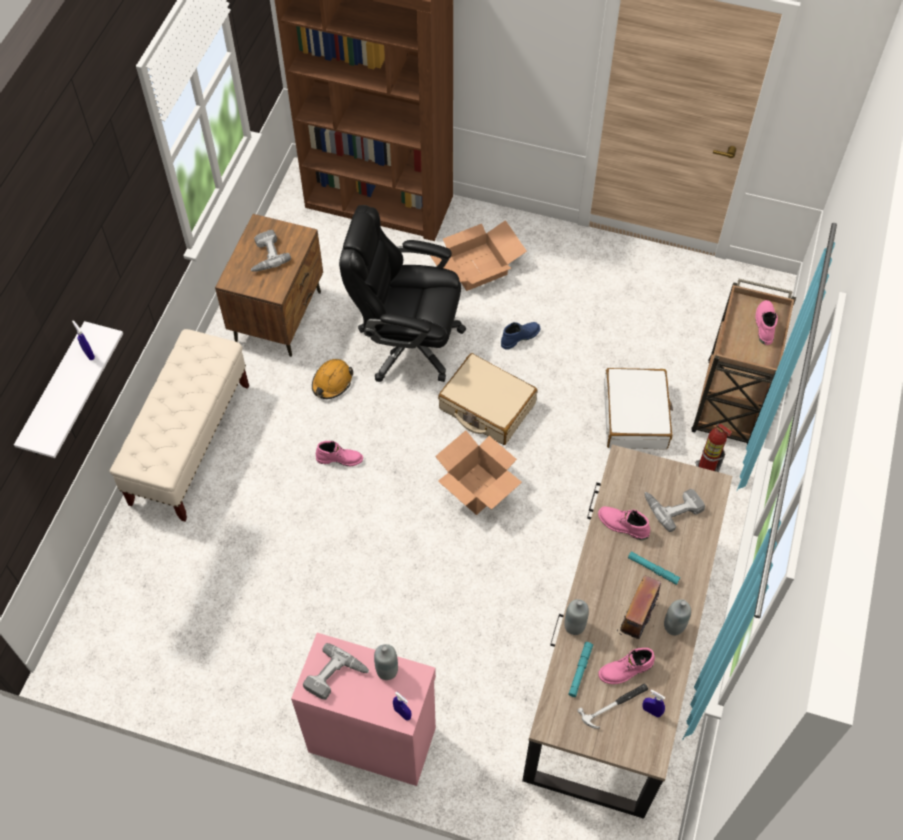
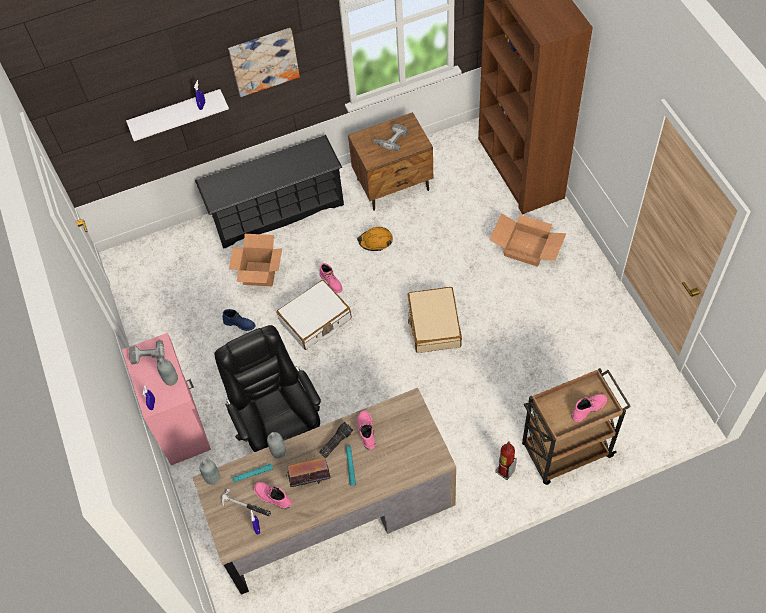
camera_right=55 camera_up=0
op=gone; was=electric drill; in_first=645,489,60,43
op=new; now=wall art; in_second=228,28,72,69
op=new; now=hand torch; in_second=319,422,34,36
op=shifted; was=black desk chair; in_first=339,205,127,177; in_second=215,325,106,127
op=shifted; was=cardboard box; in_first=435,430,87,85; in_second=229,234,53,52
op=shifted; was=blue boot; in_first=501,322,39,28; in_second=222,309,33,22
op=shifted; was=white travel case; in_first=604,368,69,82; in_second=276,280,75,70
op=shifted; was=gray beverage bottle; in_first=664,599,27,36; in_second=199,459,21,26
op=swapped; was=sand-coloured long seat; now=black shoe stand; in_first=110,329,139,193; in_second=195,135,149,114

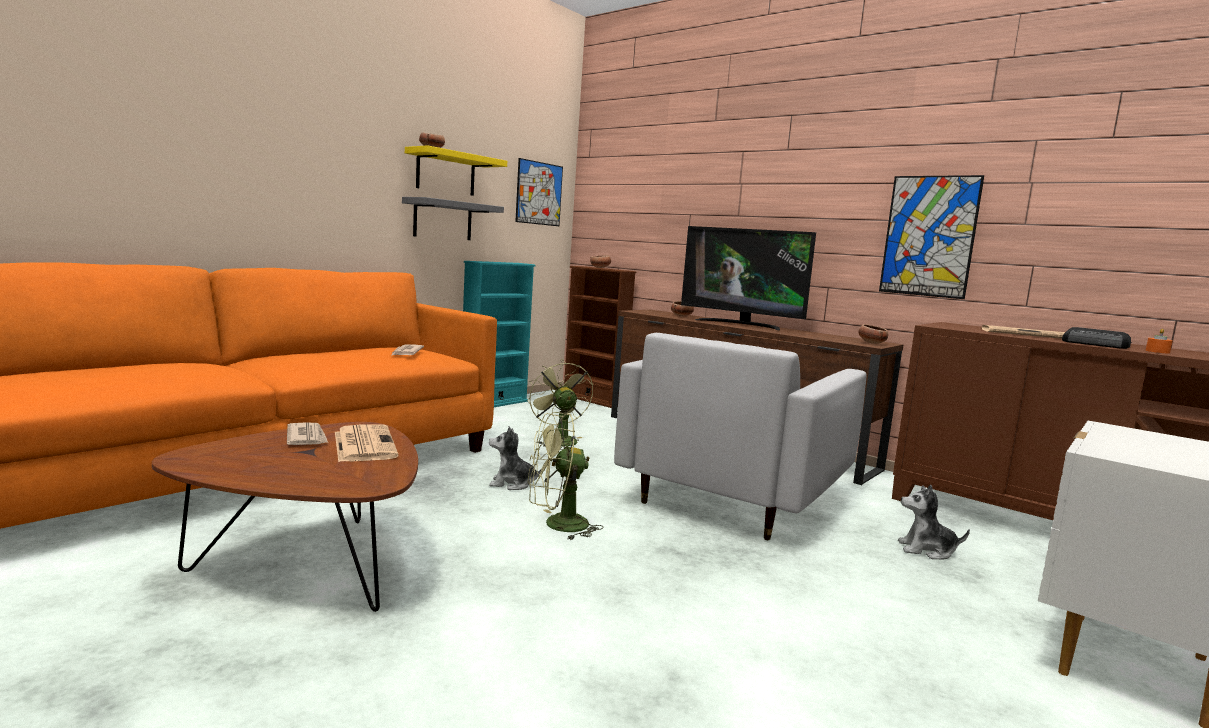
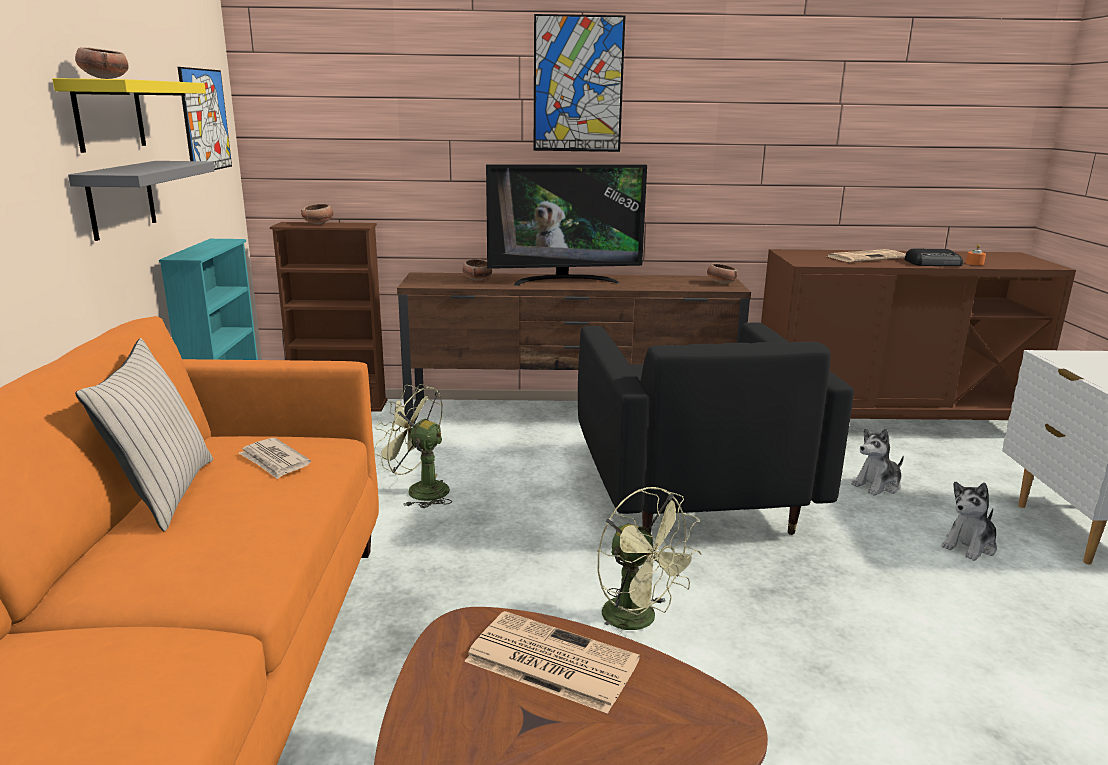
camera_right=-40 camera_up=10
op=gone; was=daily paper; in_first=287,423,41,22
op=new; now=sand-coloured pillow; in_second=75,338,138,193
op=shifted; was=cuddly toy; in_first=489,426,52,64; in_second=941,482,56,79
op=shifted; was=wall art; in_first=879,175,105,124; in_second=534,14,91,138
op=repainted; was=white armchair; now=black armchair; in_first=614,333,253,207; in_second=578,322,276,213
op=rotated; was=green-coloured electric fan; in_first=528,412,76,128; in_second=597,487,104,148; clockwise=-75

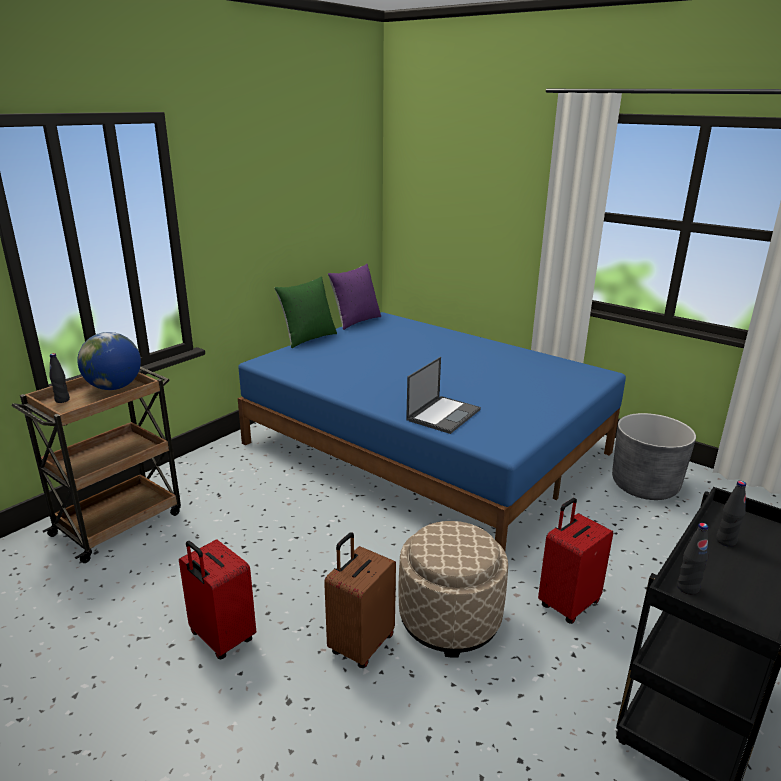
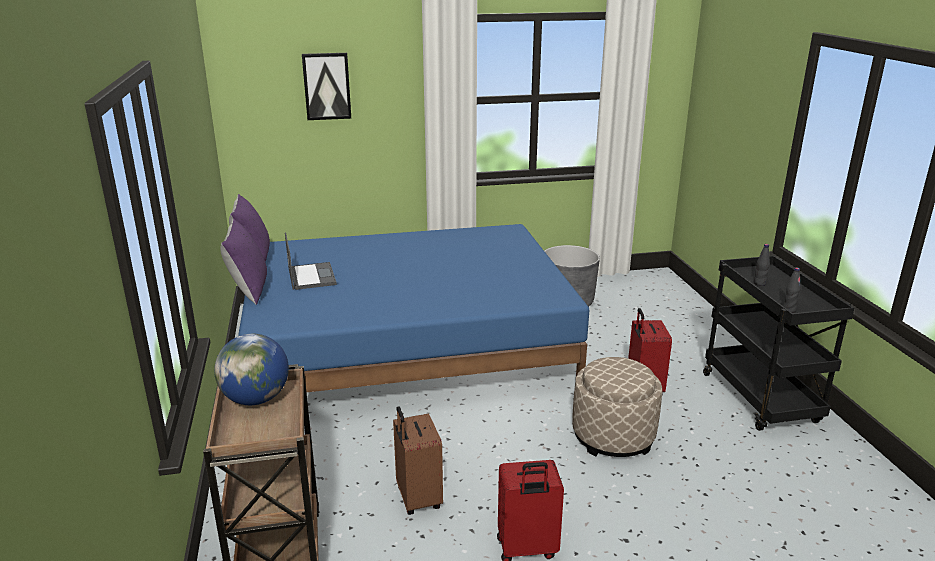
camera_right=-50 camera_up=0
op=gone; was=black beverage bottle; in_first=49,353,21,50
op=new; now=wall art; in_second=302,53,49,67
op=shifted; was=brown-coloured travel case; in_first=324,532,72,136; in_second=393,406,50,109
op=shifted; was=notebook computer; in_first=406,357,75,77; in_second=285,232,52,58
op=repainted; was=green-coloured pillow; now=purple-coloured pillow; in_first=274,276,63,72; in_second=220,219,47,86

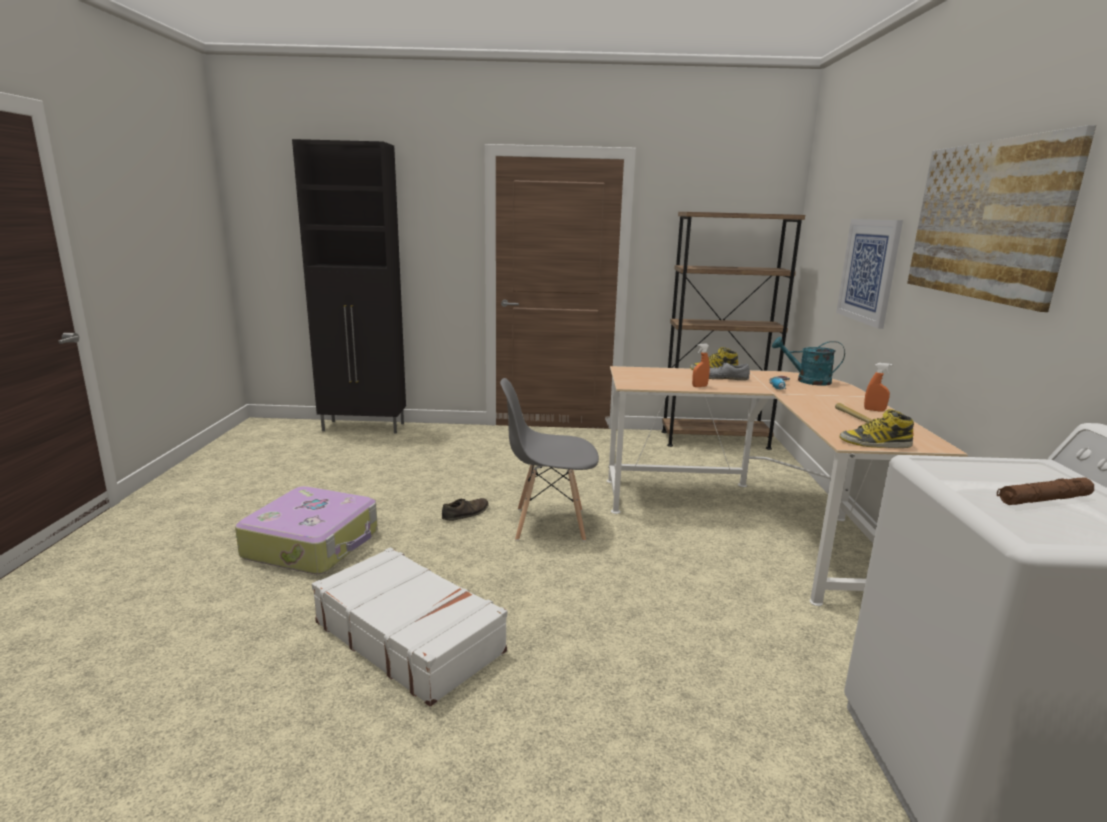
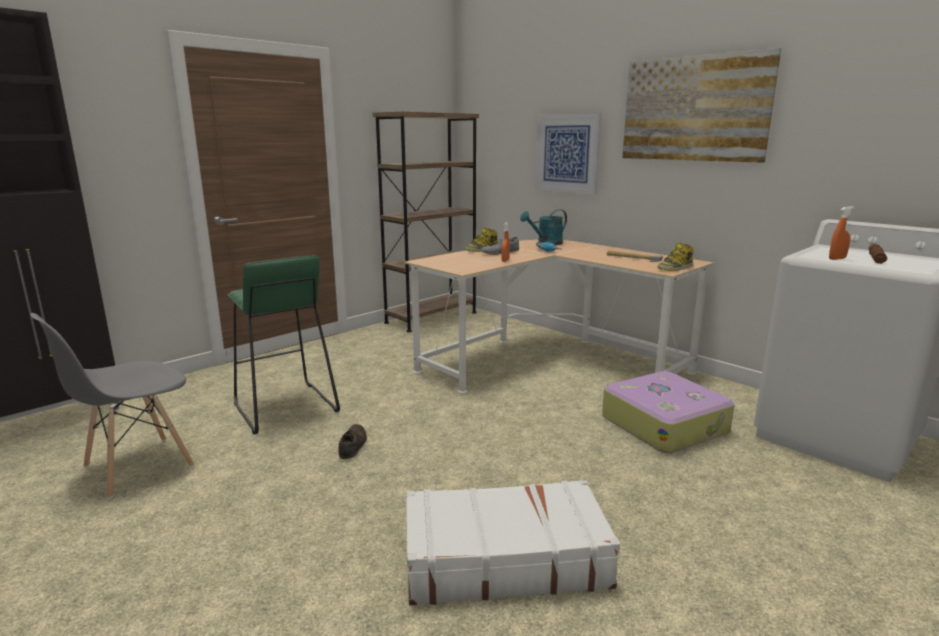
camera_right=-45 camera_up=0
op=new; now=green-coloured stool seat; in_second=228,255,112,179
op=shifted; was=travel case; in_first=235,486,143,88; in_second=602,371,133,82
op=shifted; was=gray upright chair; in_first=500,378,99,163; in_second=30,313,164,185
op=shifted; was=orangey sprayer; in_first=864,363,28,49; in_second=829,206,25,54

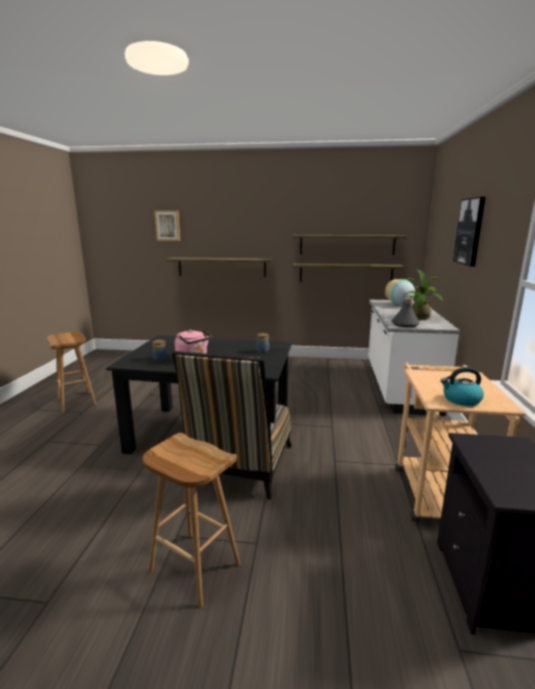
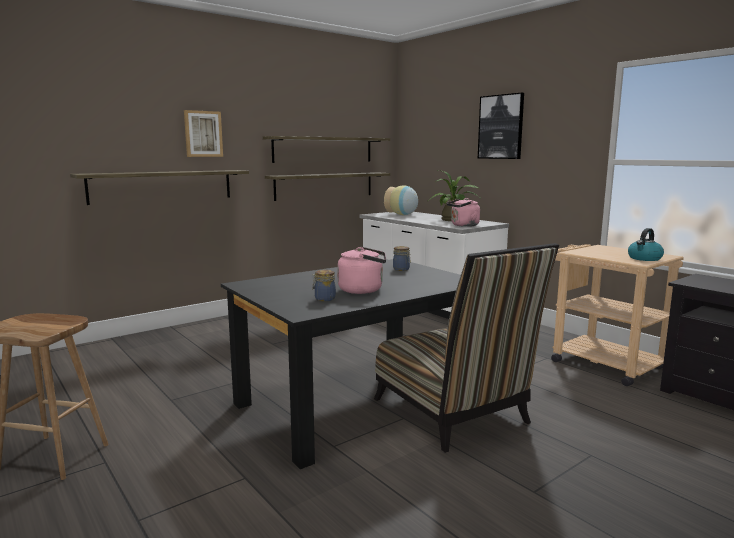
camera_right=-45 camera_up=-5
op=gone; was=brown-coloured stool seat; in_first=143,433,97,175
op=shifted; was=wall art; in_first=154,210,26,31; in_second=184,110,39,47
op=swapped; was=gray beverage bottle; now=pink-coloured tea kettle; in_first=392,298,28,29; in_second=447,198,33,29

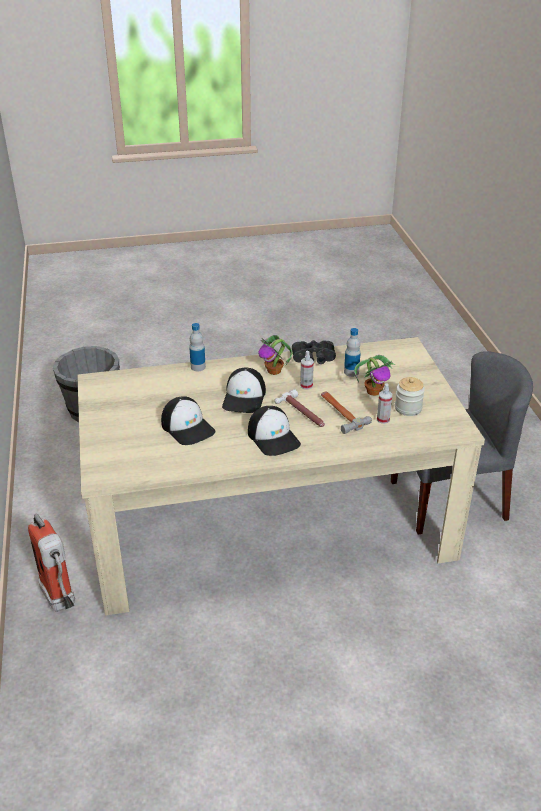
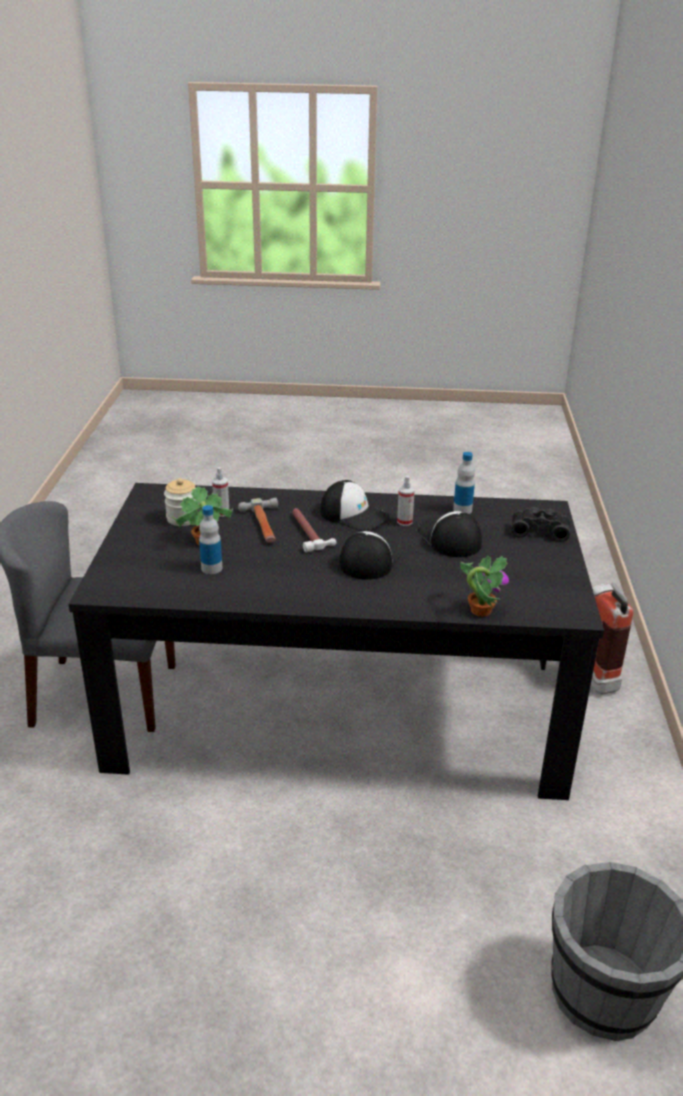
camera_right=-165 camera_up=-5
op=shifted; was=beverage bottle; in_first=189,323,17,48; in_second=453,452,22,62
op=shifted; was=houseplant; in_first=258,335,34,40; in_second=461,556,48,61
op=shifted; was=black binoculars; in_first=292,340,44,24; in_second=511,507,59,35
op=shifted; was=sprayer; in_first=300,351,14,39; in_second=397,476,18,50
op=repainted; was=sand-coloured dining table; now=black dining table; in_first=77,337,408,279; in_second=68,483,536,317
op=rotated; was=baseball cap; in_first=248,406,53,50; in_second=320,480,69,51; clockwise=135

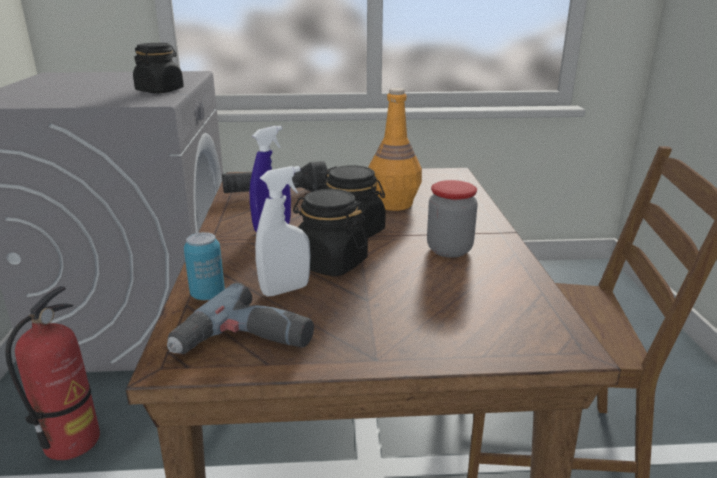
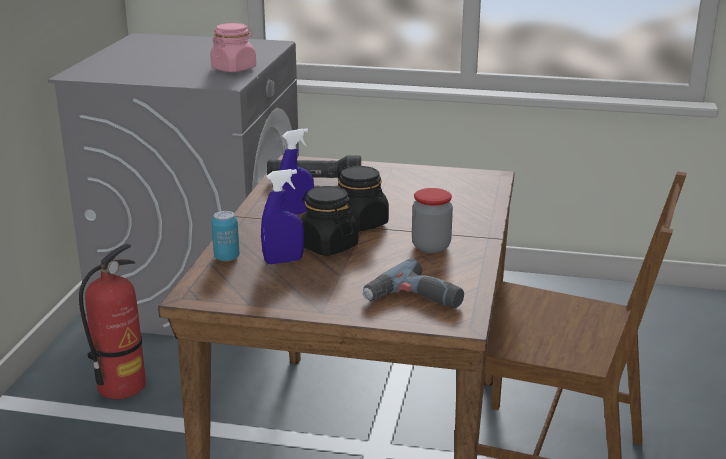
camera_right=15 camera_up=0
op=gone; was=orangey beverage bottle; in_first=368,88,54,123
op=shifted; was=electric drill; in_first=167,283,147,71; in_second=363,258,101,50
op=repainted; was=black storage jar; now=pink-coloured storage jar; in_first=133,43,51,50; in_second=210,23,46,49
op=repainted; was=white sprayer; now=blue sprayer; in_first=255,166,56,130; in_second=261,169,43,95

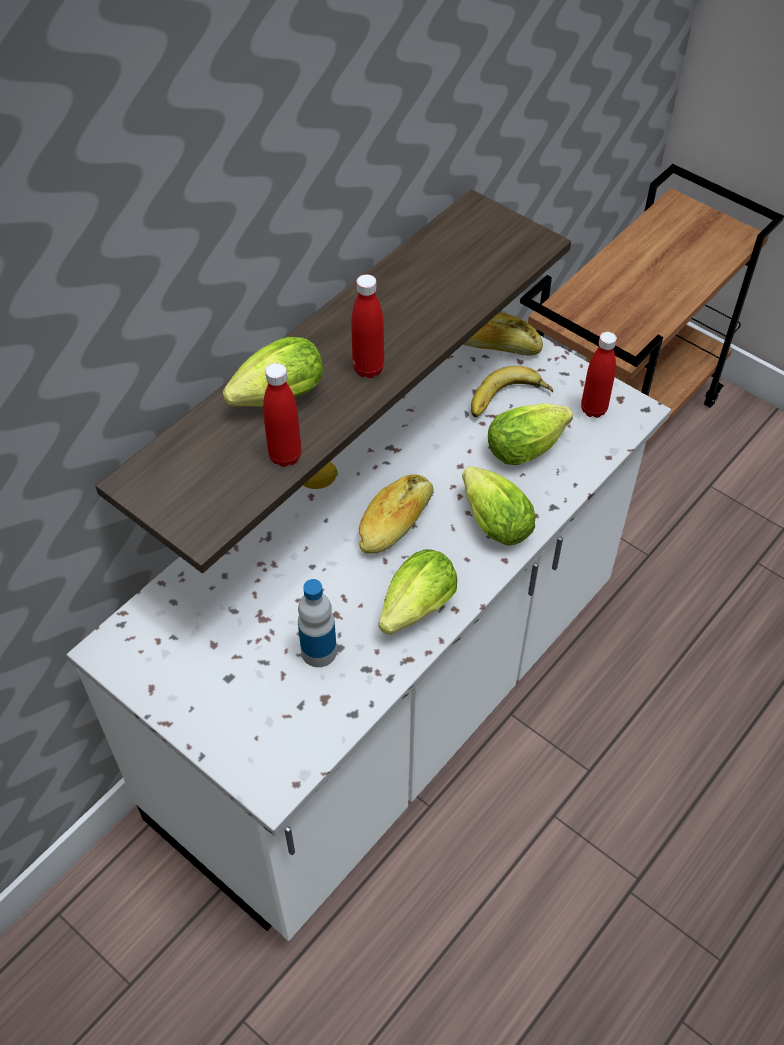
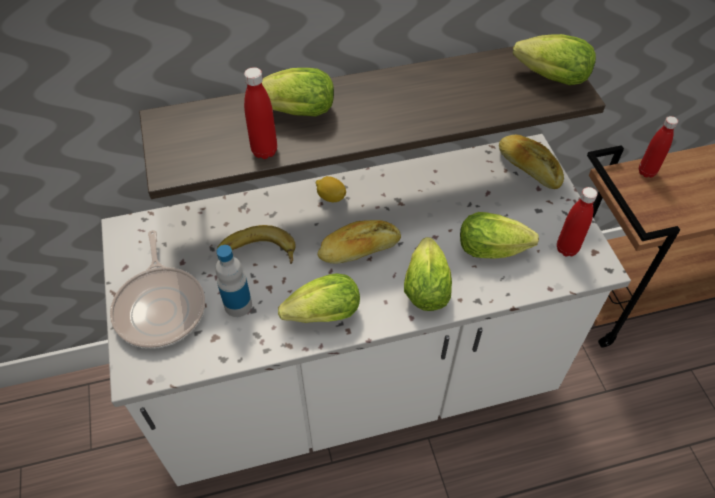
camera_right=35 camera_up=0
op=new; now=skillet; in_second=110,230,95,119
op=new; now=lettuce; in_second=513,34,83,51
op=shifted; was=red beverage bottle; in_first=351,274,33,104; in_second=639,116,39,62
op=shifted; was=banana fruit; in_first=471,366,82,51; in_second=217,225,79,39

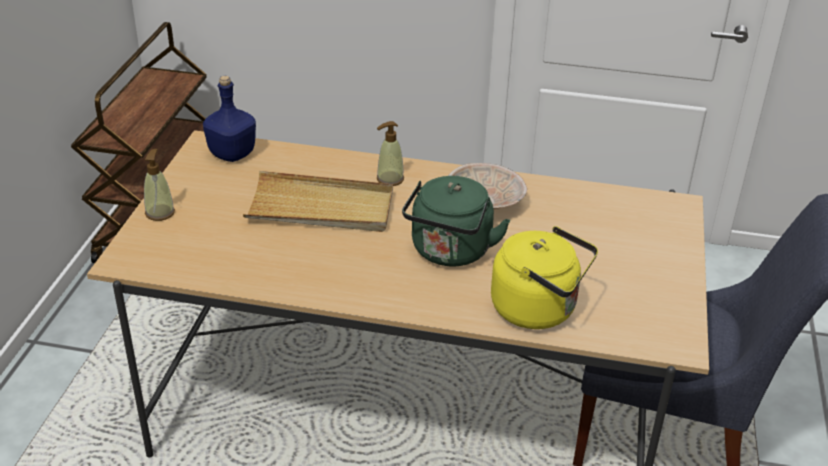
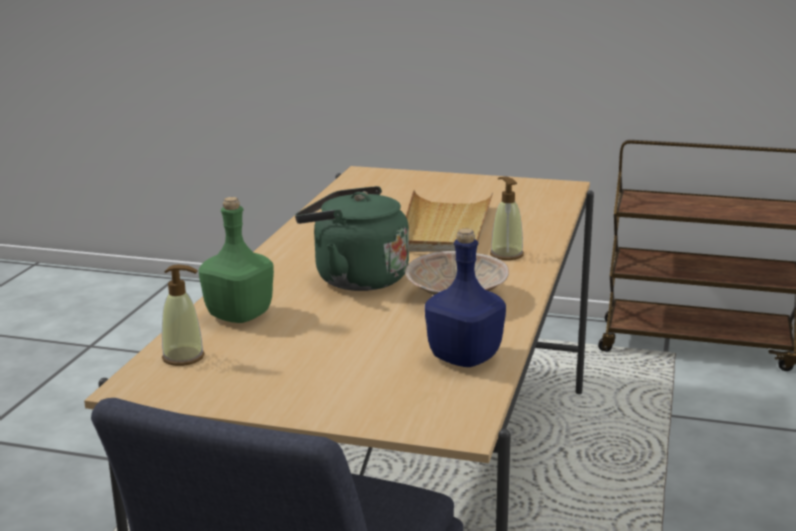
camera_right=95 camera_up=-15
op=shifted; was=liquid soap bottle; in_first=144,149,31,72; in_second=162,264,42,102
op=shifted; was=blue beverage bottle; in_first=203,76,53,86; in_second=425,229,81,138
op=swapped; was=yellowish tea kettle; now=green-coloured beverage bottle; in_first=491,226,107,103; in_second=199,197,75,126

